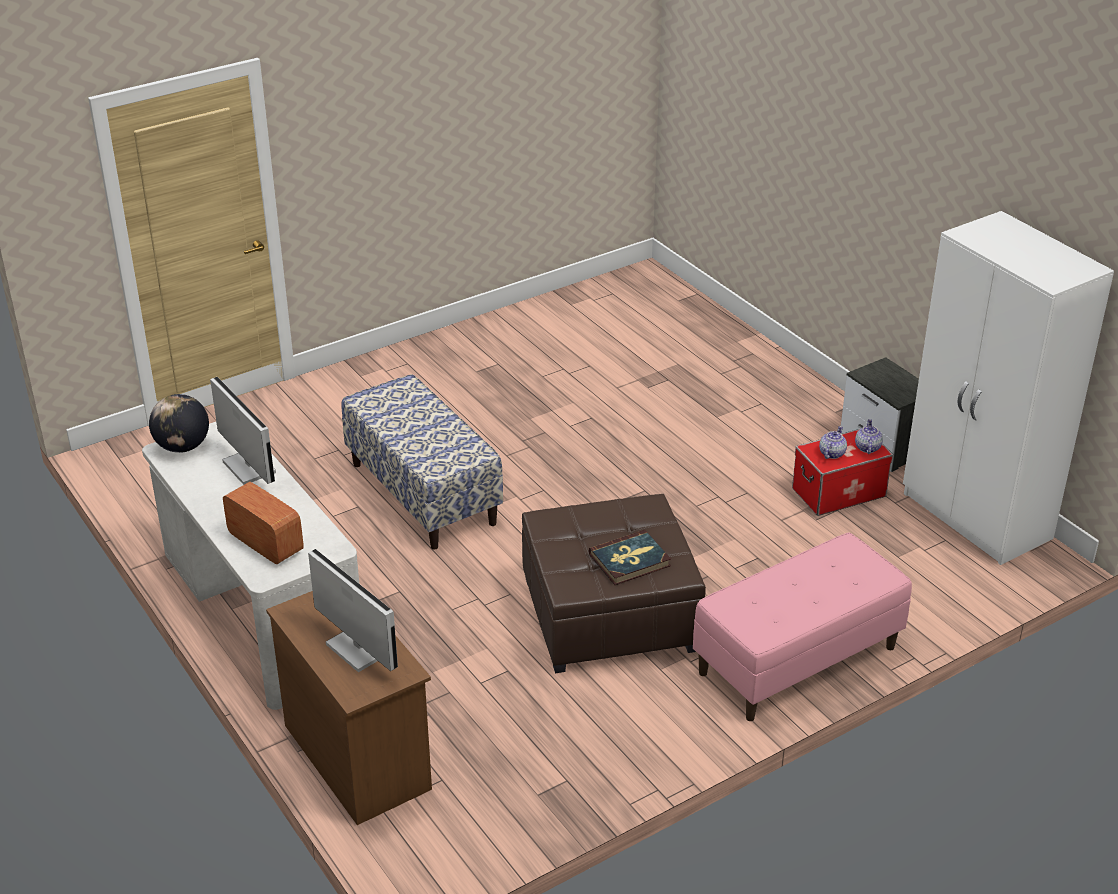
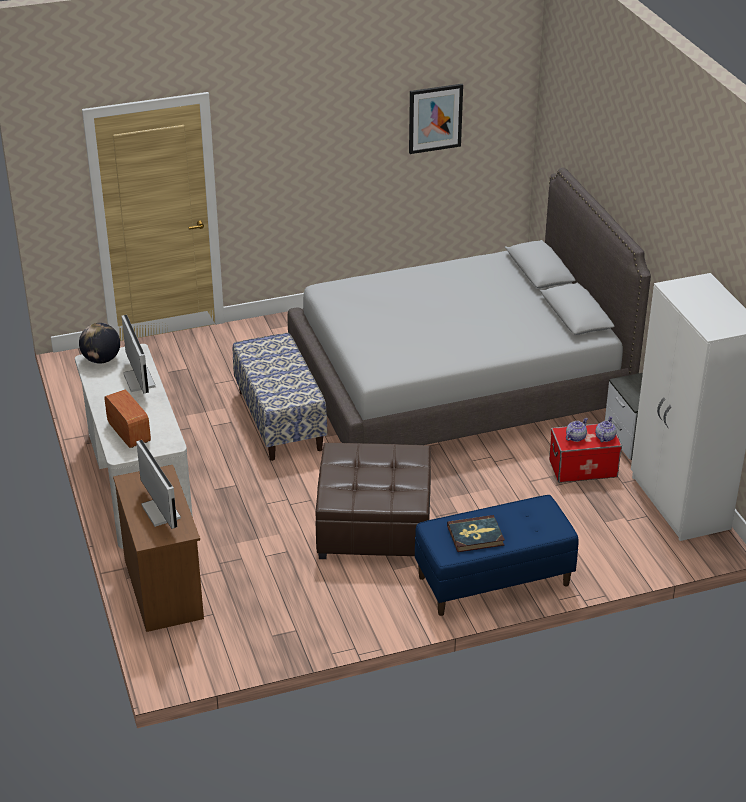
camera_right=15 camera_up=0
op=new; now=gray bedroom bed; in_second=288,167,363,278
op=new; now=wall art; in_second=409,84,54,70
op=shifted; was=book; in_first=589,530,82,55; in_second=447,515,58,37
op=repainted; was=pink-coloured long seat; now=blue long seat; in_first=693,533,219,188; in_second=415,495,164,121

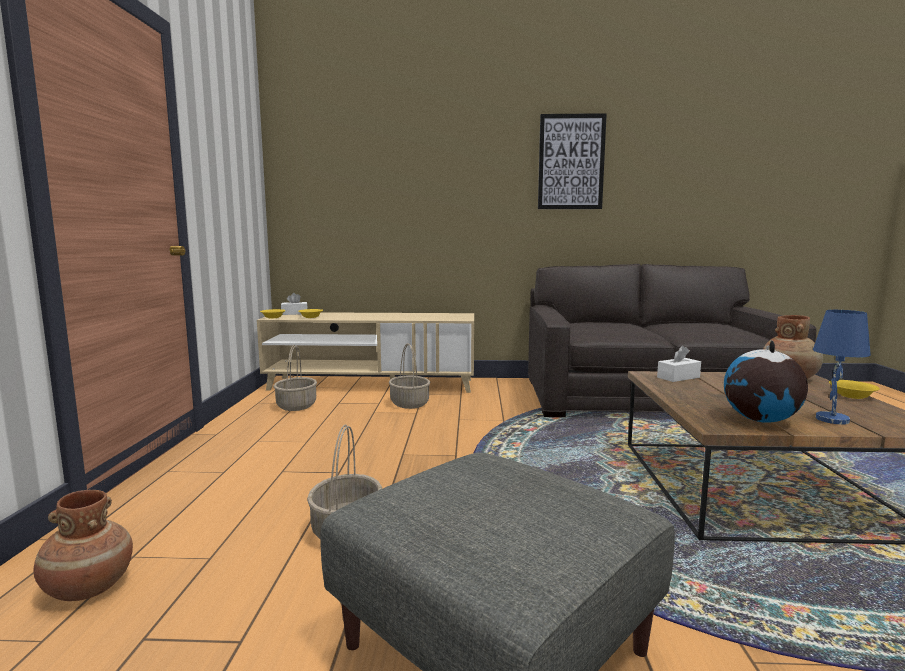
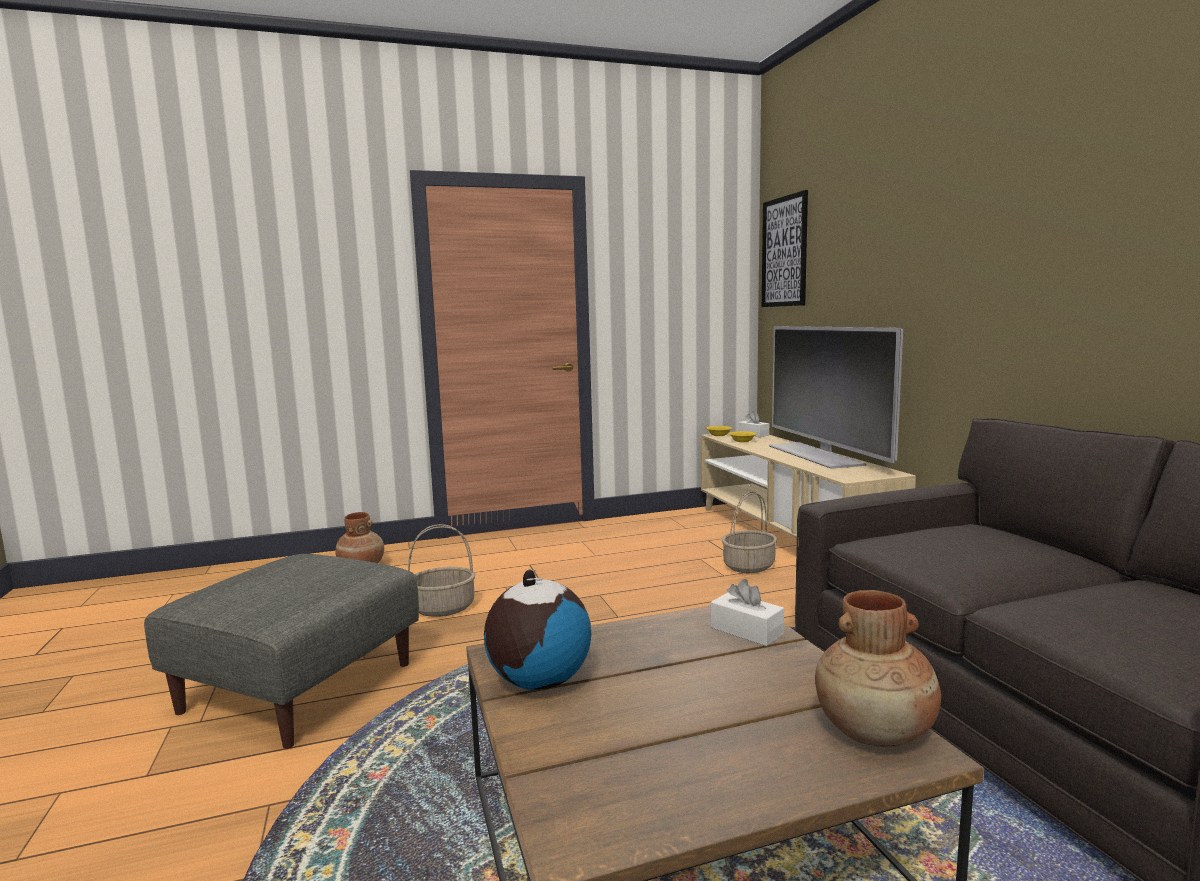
camera_right=70 camera_up=0
op=gone; was=household basket; in_first=273,345,44,66
op=gone; was=blue tabletop lamp; in_first=813,310,58,114
op=gone; was=yellowish bowl; in_first=829,380,51,19
op=new; now=TV; in_second=769,326,134,143
op=shifted; was=wall art; in_first=538,113,69,96; in_second=762,190,46,117

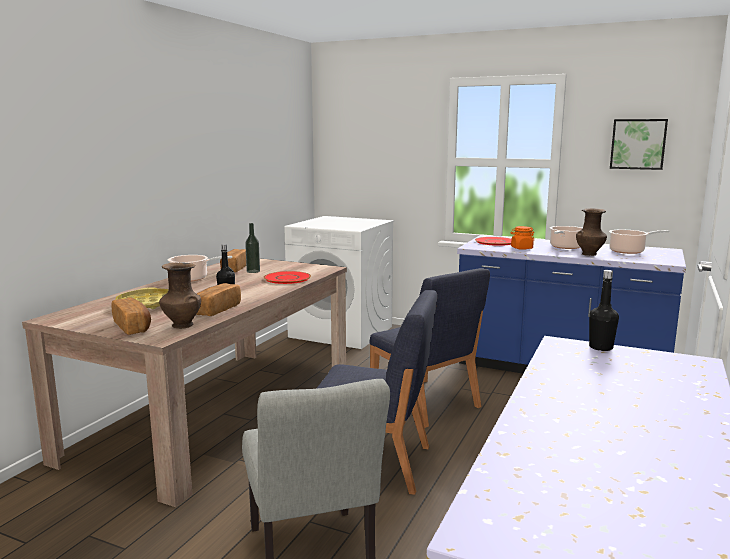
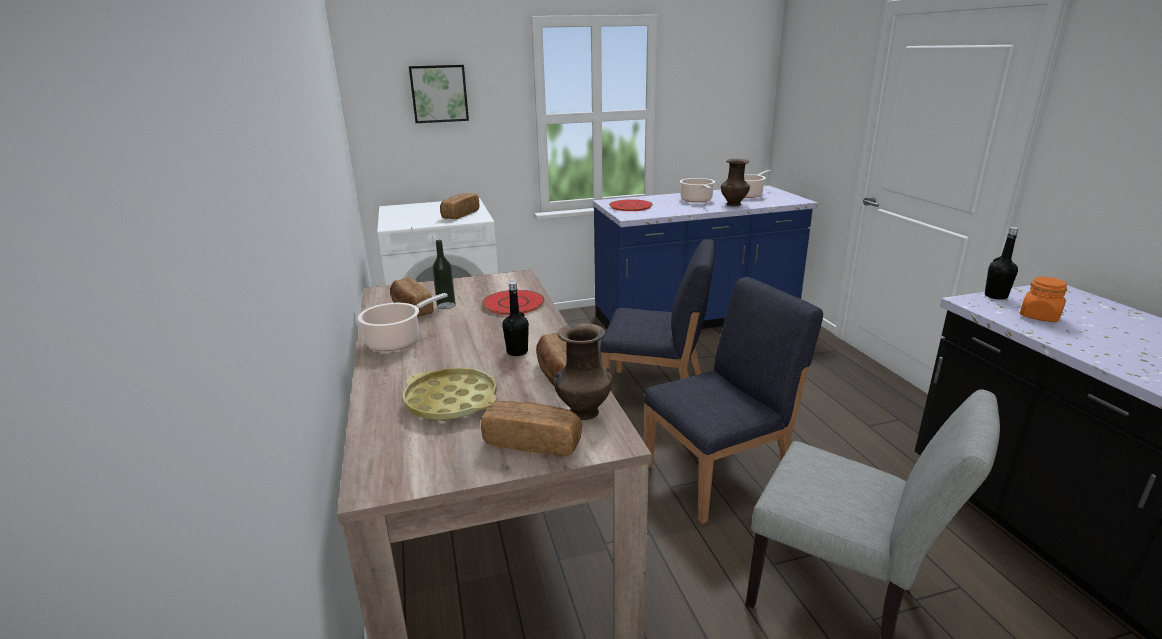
camera_right=-40 camera_up=10
op=new; now=bread; in_second=440,193,39,26
op=shifted; was=orangey storage jar; in_first=511,226,23,24; in_second=1020,277,47,45
op=shifted; was=wall art; in_first=610,119,58,51; in_second=409,65,60,58

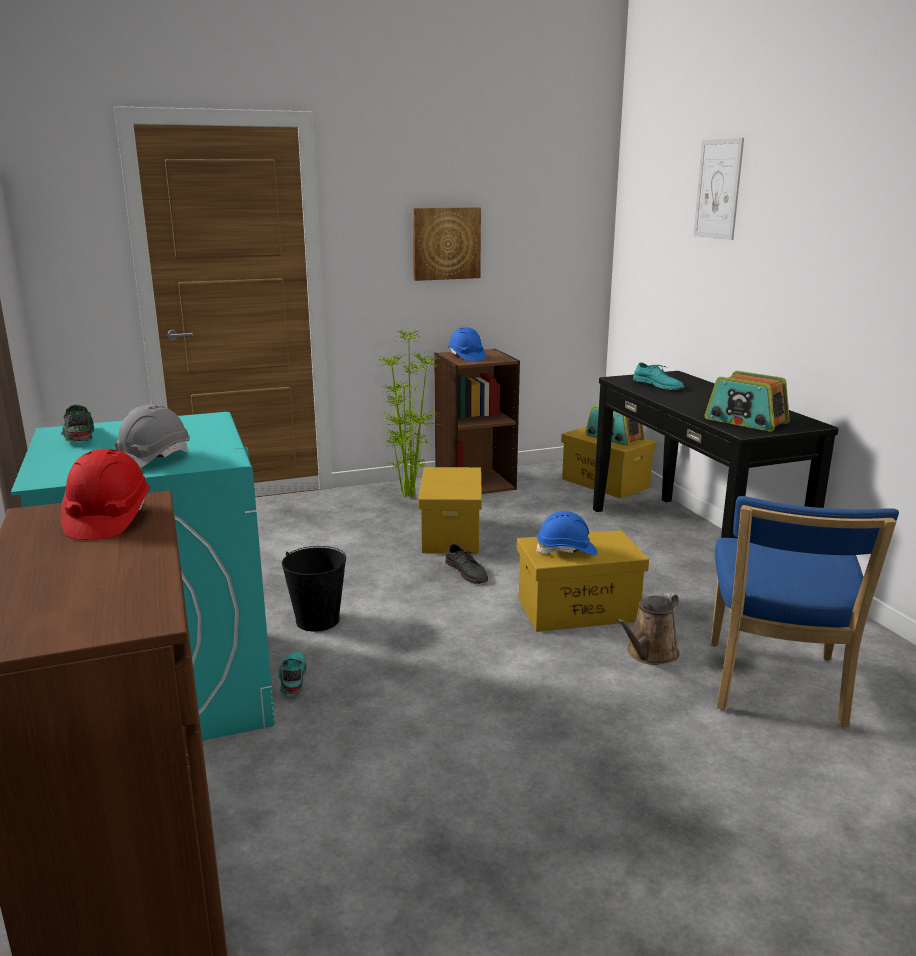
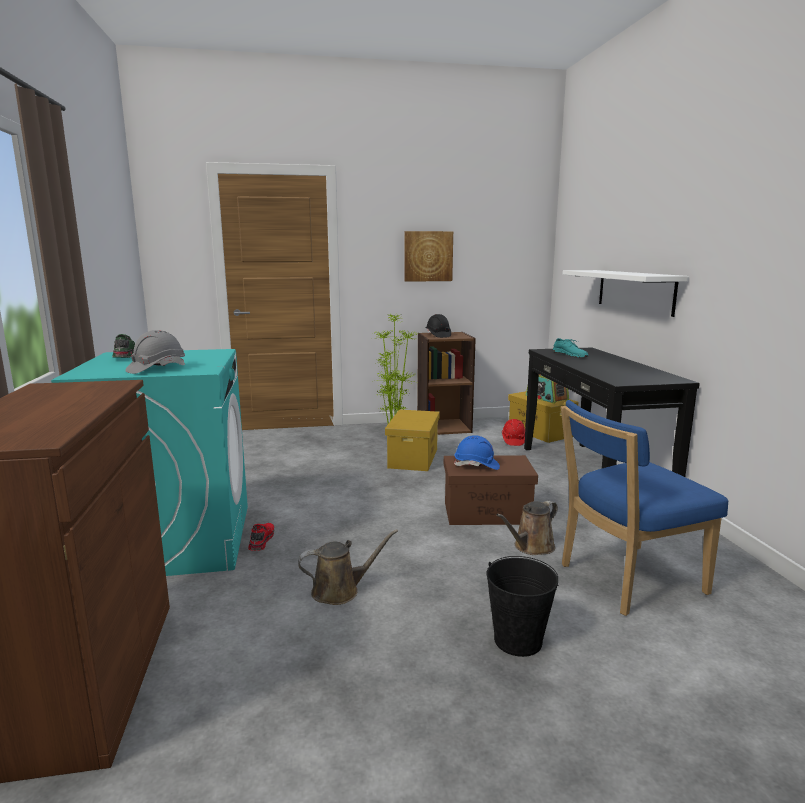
camera_right=10 camera_up=-5
op=gone; was=gray shoe; in_first=445,544,43,40
op=gone; was=wall art; in_first=693,138,51,102
op=gone; was=radio; in_first=704,371,86,61
op=new; now=brown-coloured watering pot; in_second=298,529,100,76
op=new; now=white shelf; in_second=563,270,126,47
op=shifted; was=red safety helmet; in_first=61,449,90,91; in_second=502,419,23,27
op=shifted; was=black pail; in_first=282,546,64,86; in_second=486,556,72,101
op=repainted; was=turquoise shoe; now=red shoe; in_first=278,652,29,43; in_second=248,523,26,28
op=repainted; was=blue safety helmet; now=black safety helmet; in_first=448,327,38,35; in_second=426,314,25,24
op=repainted; was=yellowish storage box; now=brown-coloured storage box; in_first=517,530,132,102; in_second=444,455,94,70
op=rotated; was=blue upright chair; in_first=711,496,188,231; in_second=561,400,167,216; clockwise=45

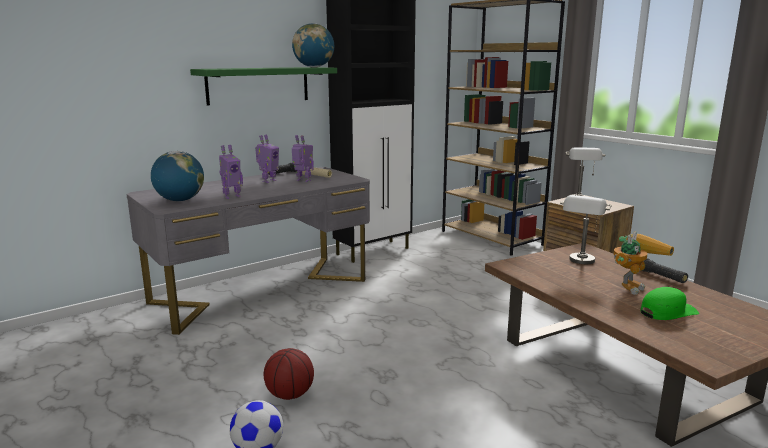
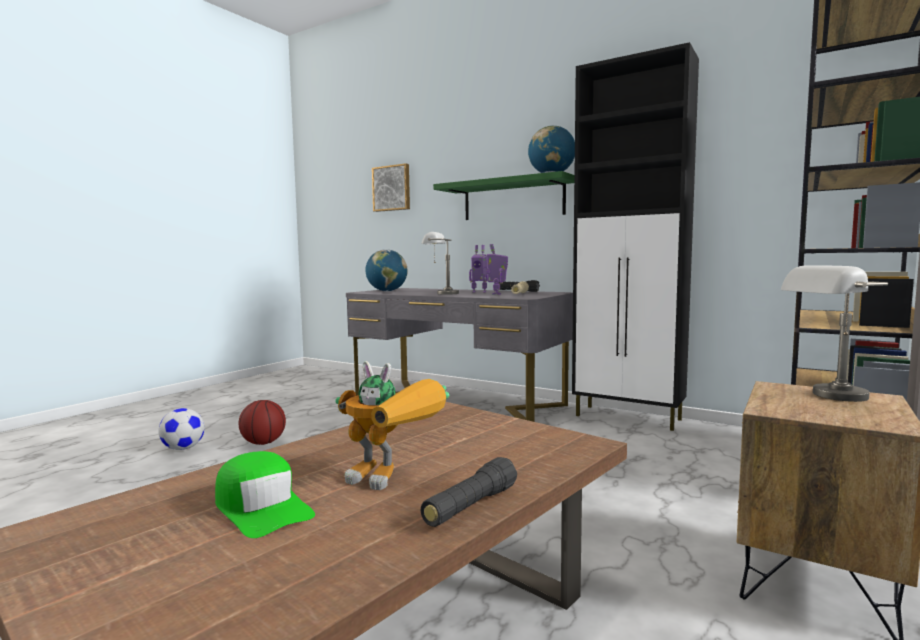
camera_right=70 camera_up=-10
op=gone; was=model robot; in_first=219,145,24,54
op=new; now=wall art; in_second=372,163,38,49
op=shifted; was=gray tabletop lamp; in_first=560,195,52,69; in_second=421,232,38,63

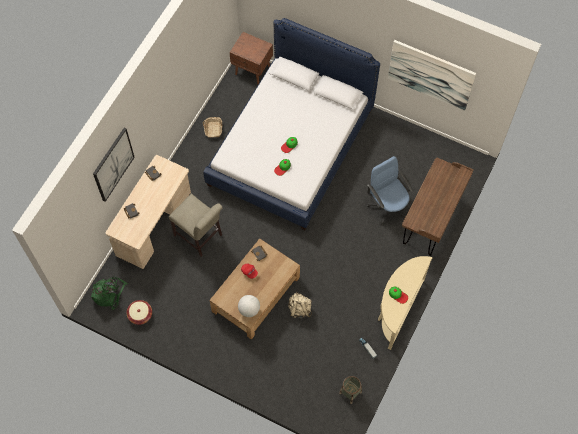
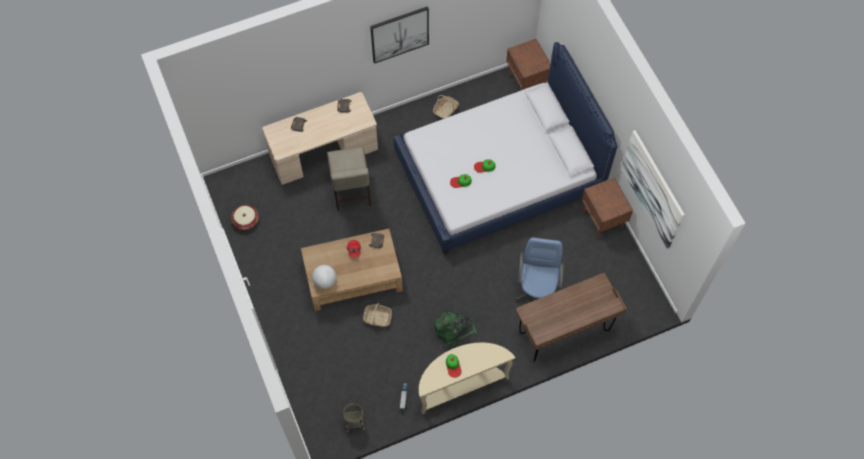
camera_right=40 camera_up=0
op=new; now=brown-coloured night table; in_second=582,177,51,62
op=shifted; was=green-coloured backpack; in_first=91,276,37,34; in_second=434,311,43,37
op=shifted; was=wall art; in_first=93,128,42,74; in_second=370,6,59,58
op=swapped; was=sand-coloured backpack; now=household basket; in_first=288,293,24,25; in_second=363,303,29,24

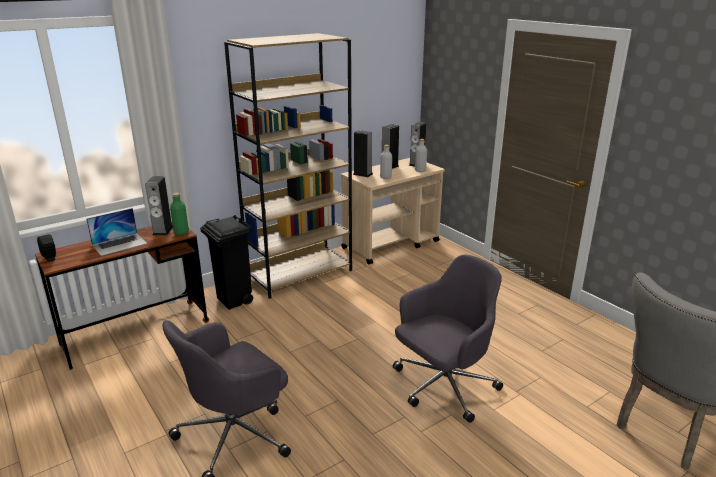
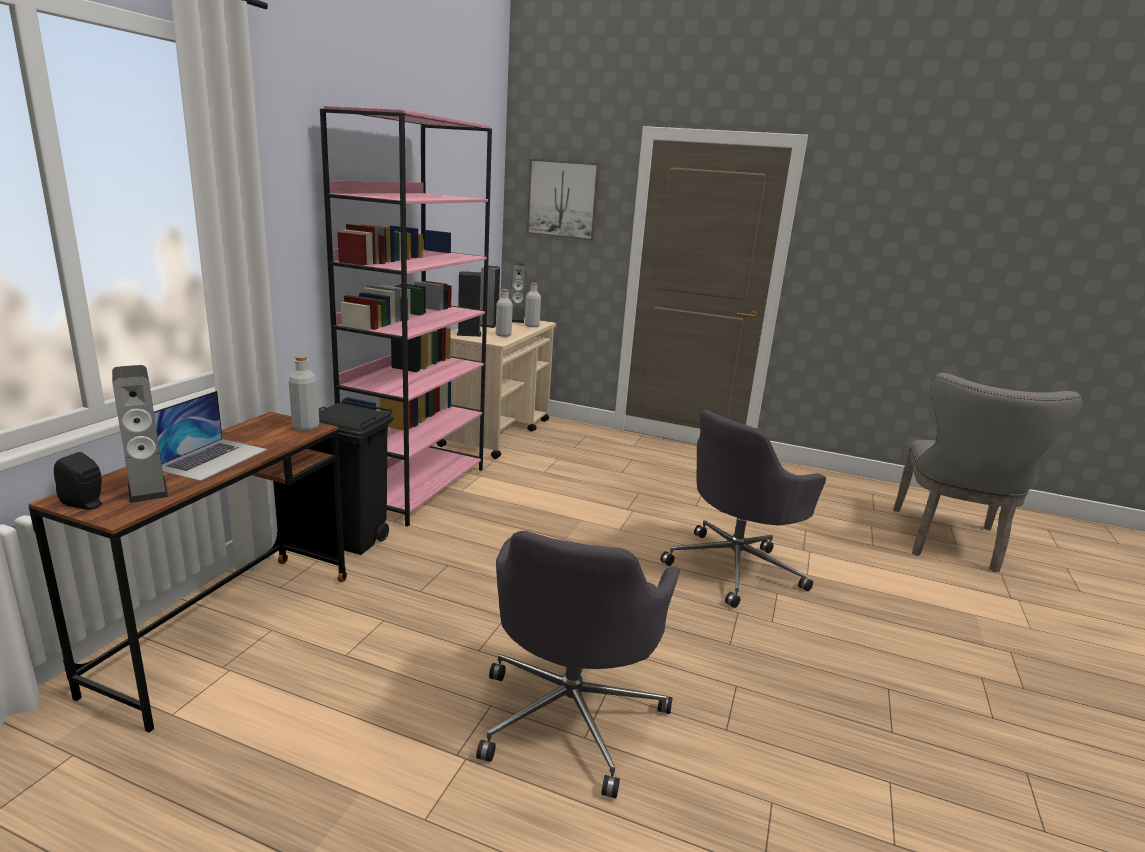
camera_right=-35 camera_up=-5
op=new; now=wall art; in_second=527,159,73,81
op=shifted; was=audio speaker; in_first=145,176,28,60; in_second=112,365,57,138
op=repainted; was=green-coloured beverage bottle; now=gray beverage bottle; in_first=170,193,19,42; in_second=289,355,30,76
op=repainted; was=brown-coloured shelving unit; now=pink-coloured shelving unit; in_first=224,33,128,266; in_second=320,106,172,421
op=rotated; was=gray desk chair; in_first=393,254,110,169; in_second=660,410,166,198; clockwise=-150

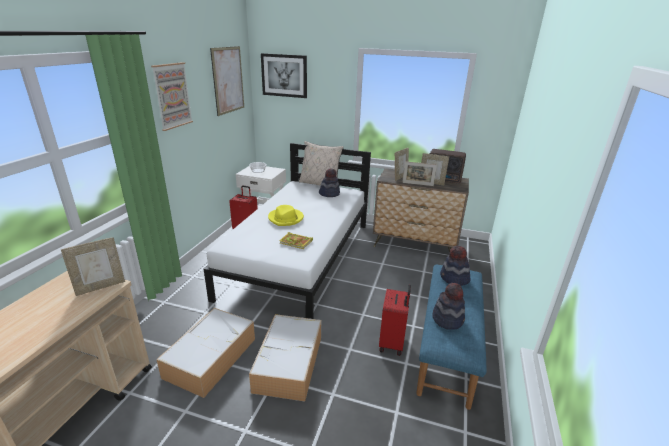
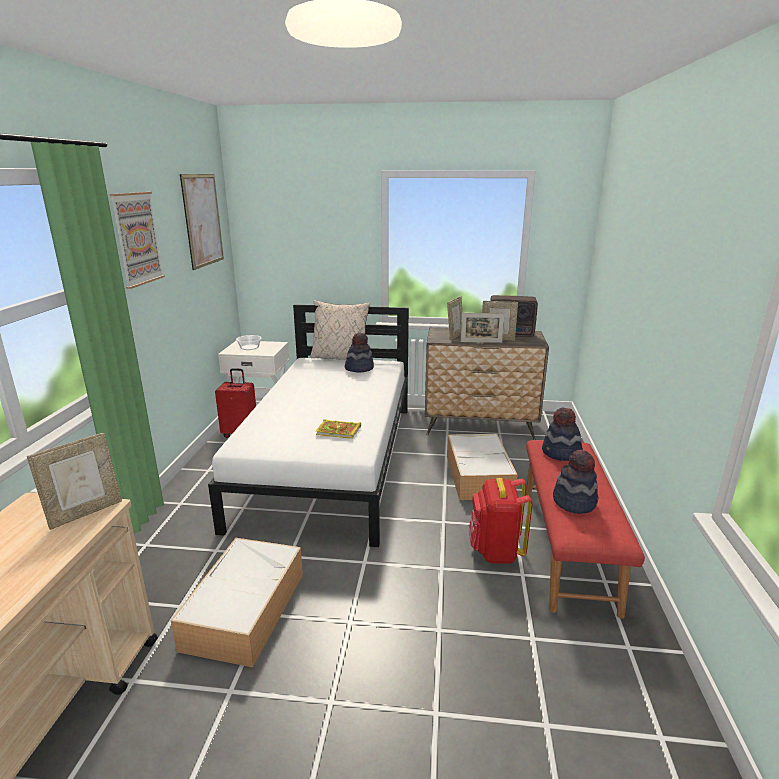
camera_right=-10 camera_up=-5
op=gone; was=wall art; in_first=261,53,46,45
op=gone; was=yellowish wearable hat; in_first=268,205,36,21
op=shifted; was=storage box; in_first=249,314,72,88; in_second=447,434,71,66
op=swapped; was=red travel case; now=red backpack; in_first=379,285,32,71; in_second=469,478,64,86
op=repainted; was=blue long seat; now=red long seat; in_first=416,265,71,145; in_second=526,440,119,179

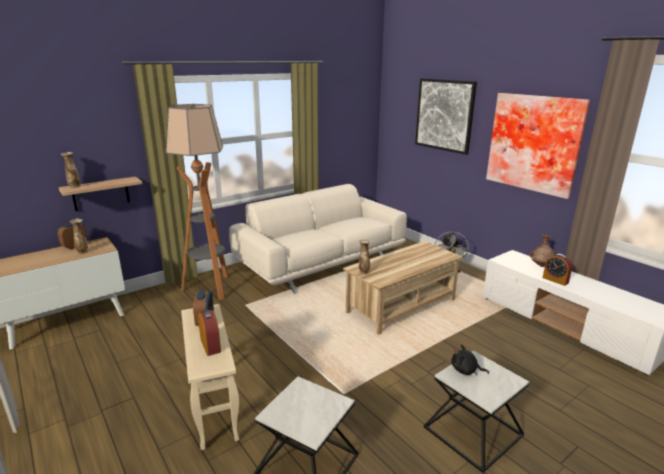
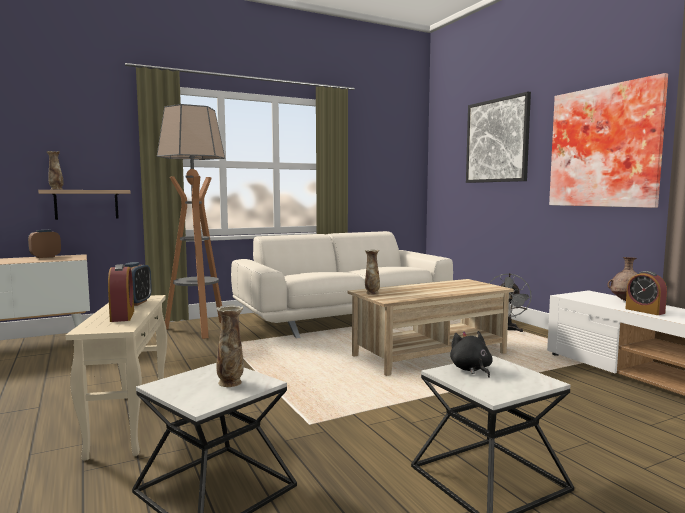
camera_right=10 camera_up=-15
op=shifted; was=flower vase; in_first=70,219,18,35; in_second=216,305,28,82
op=rotated; was=black cuddly toy; in_first=451,345,38,30; in_second=450,331,42,47; clockwise=45

